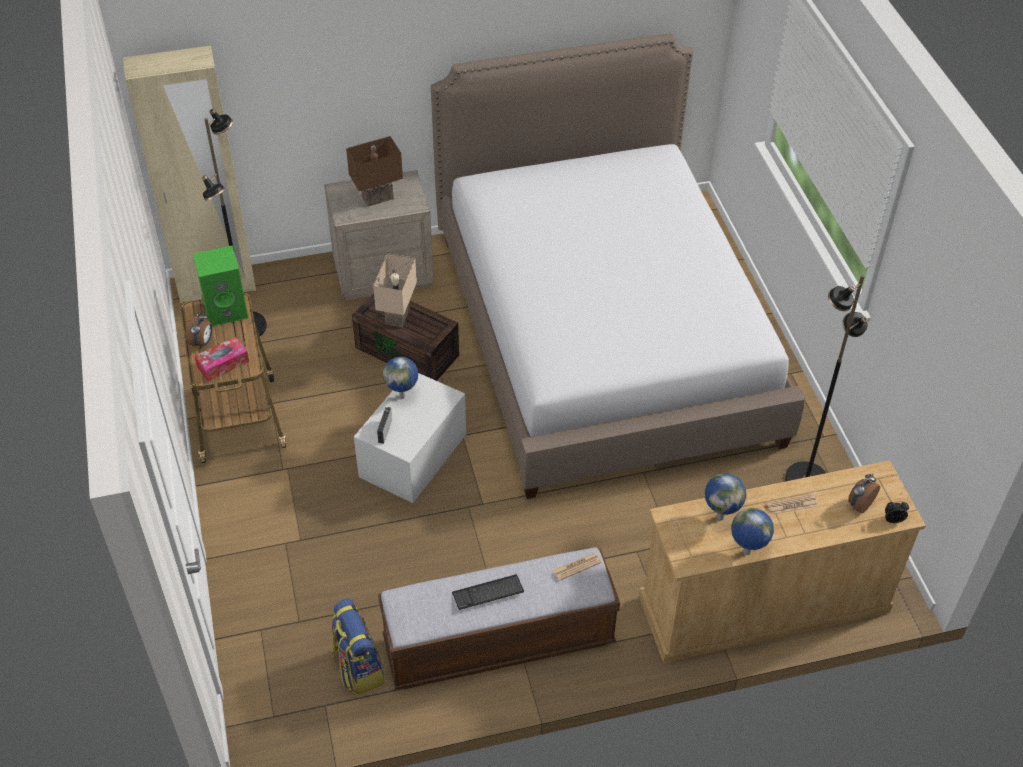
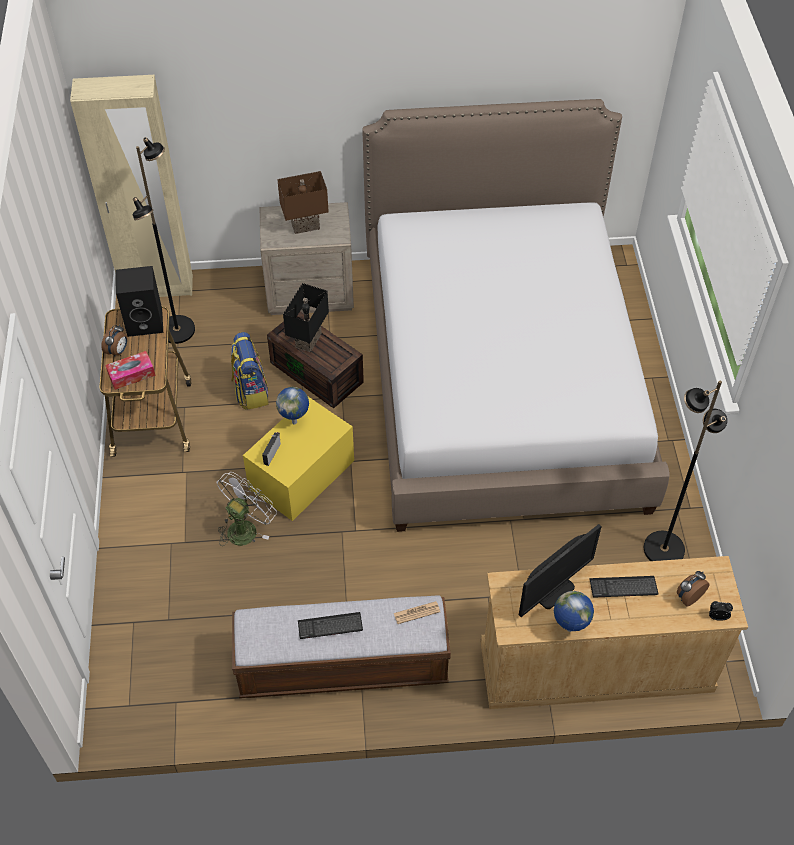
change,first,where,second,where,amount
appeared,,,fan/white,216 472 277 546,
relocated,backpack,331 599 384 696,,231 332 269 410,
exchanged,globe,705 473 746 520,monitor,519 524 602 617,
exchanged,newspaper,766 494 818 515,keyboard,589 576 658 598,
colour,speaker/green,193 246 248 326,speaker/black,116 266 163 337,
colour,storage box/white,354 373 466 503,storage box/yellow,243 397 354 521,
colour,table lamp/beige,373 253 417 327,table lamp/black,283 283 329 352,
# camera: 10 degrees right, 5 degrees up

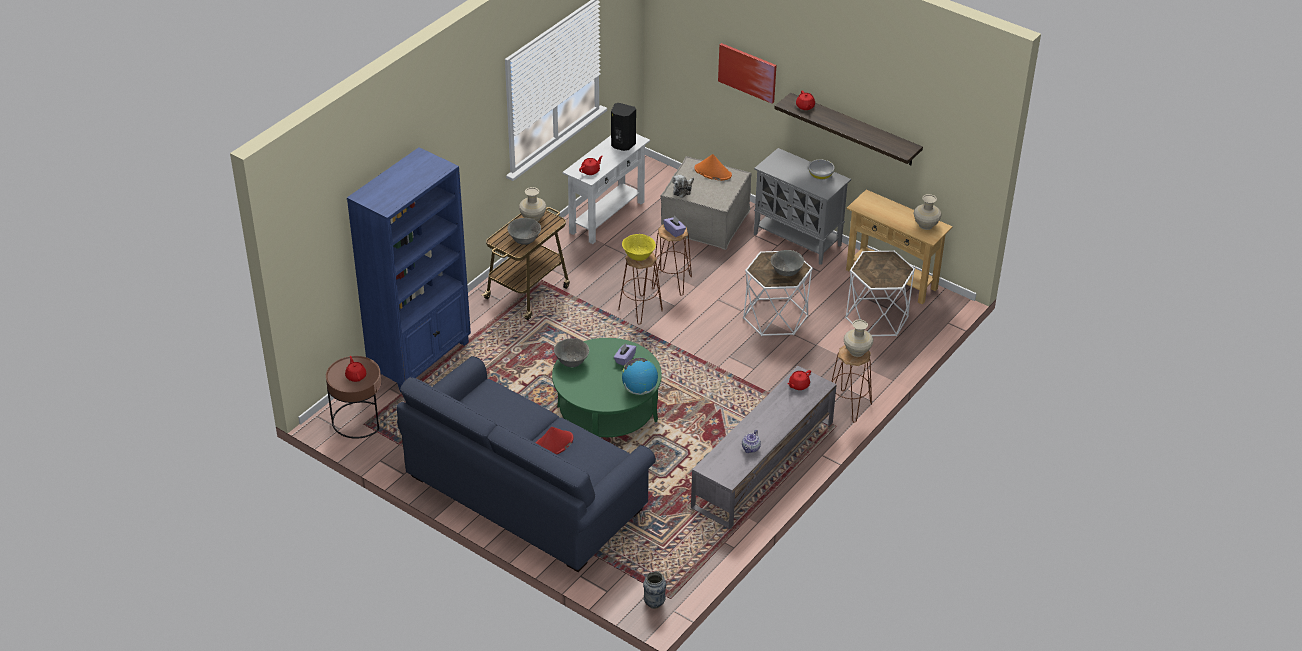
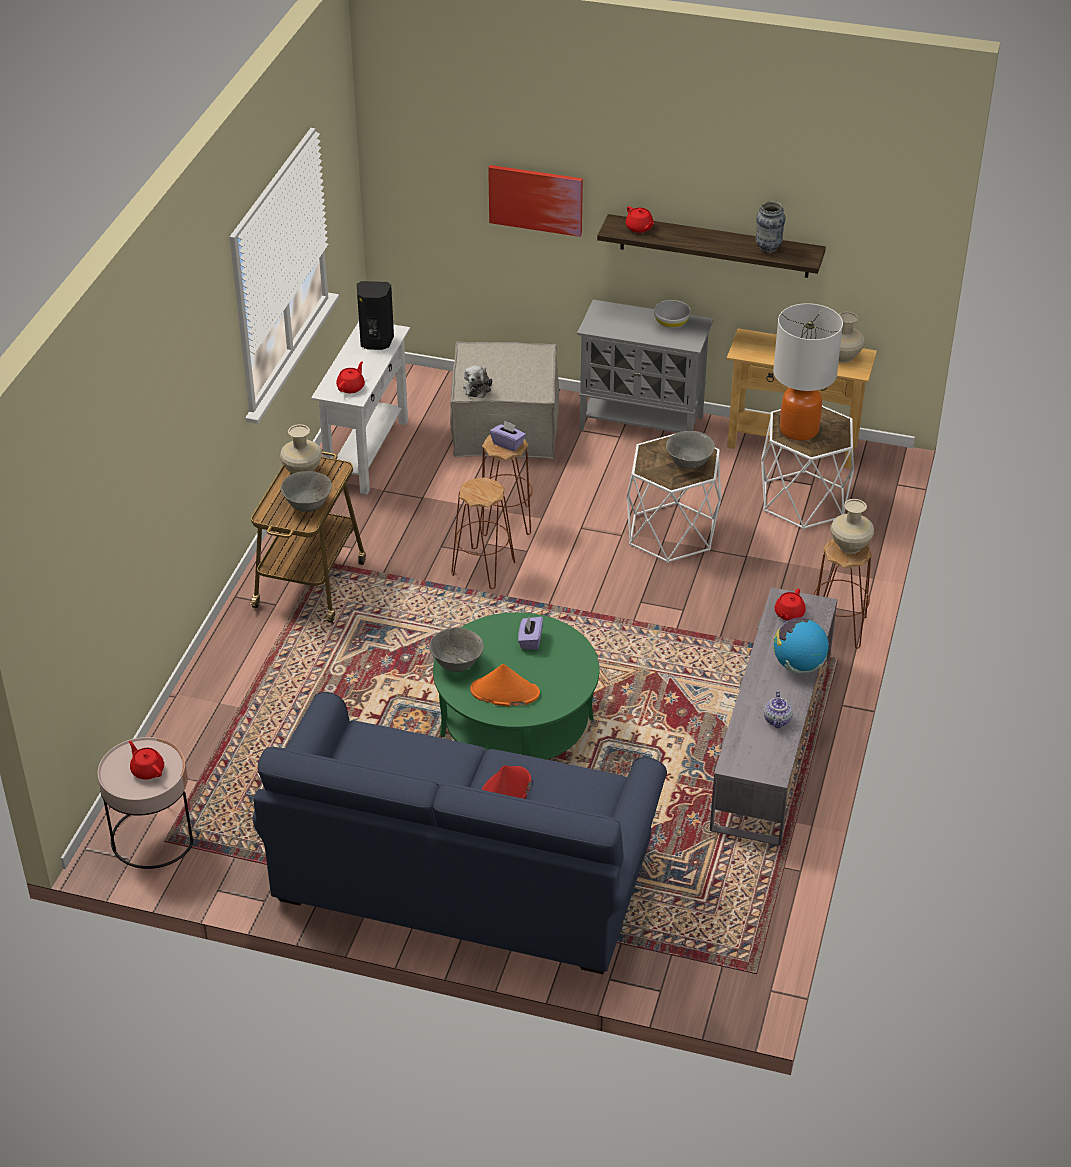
change,first,where,second,where,amount
missing,bookcase/blue,347 147 471 392,,,
missing,bowl/yellow,622 234 656 261,,,
appeared,,,table lamp,773 303 843 441,
relocated,globe,622 358 658 395,,773 618 829 673,
relocated,vase,643 571 666 609,,755 201 786 253,
relocated,hat/orange,695 154 732 181,,470 664 540 706,
colour,side table/brown,326 356 381 439,side table/pink,97 737 193 869,
# camera: 20 degrees left, 0 degrees up

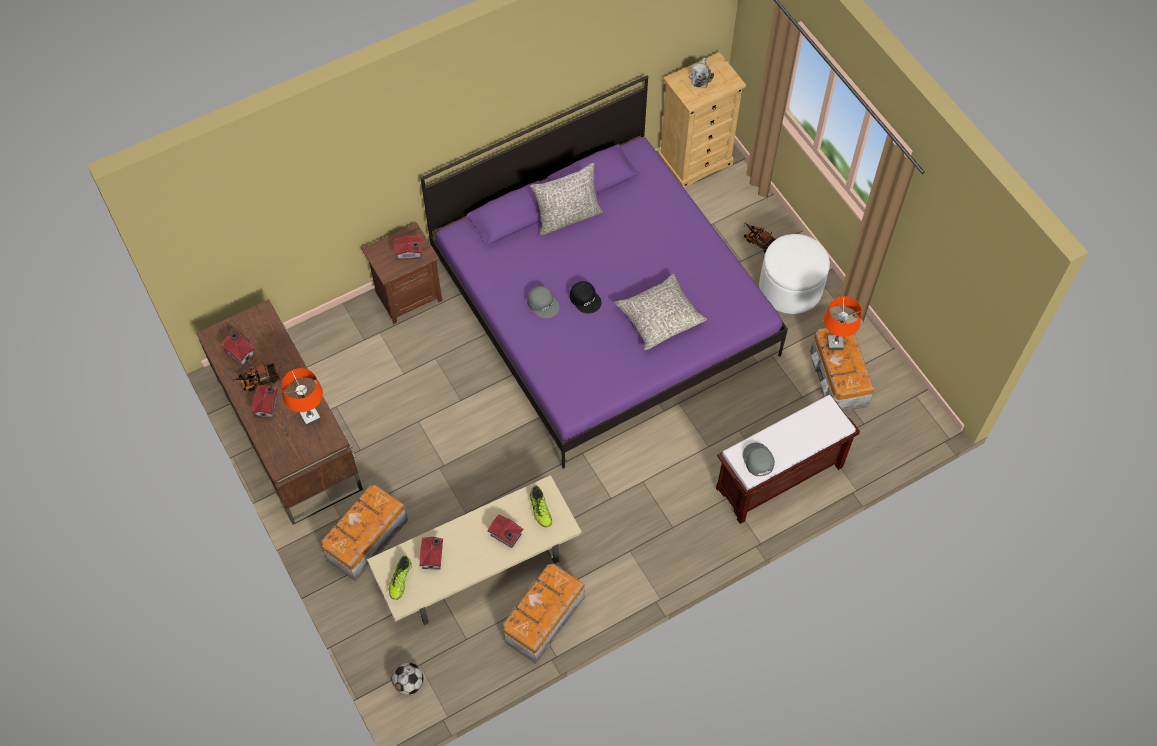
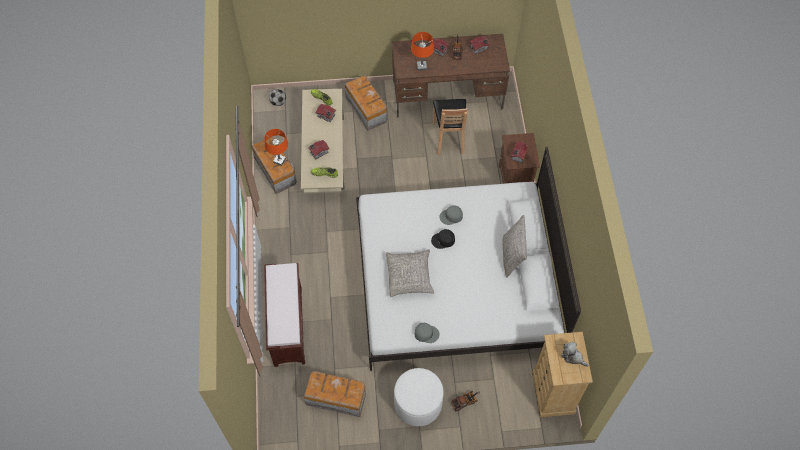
change,first,where,second,where,amount
appeared,,,chair/brown,433 99 468 155,
relocated,cap/grey,743 443 775 476,,414 323 439 343,
relocated,table lamp/orange,824 296 862 350,,265 129 288 166,
colour,bed/purple,421 75 788 469,bed/white,356 147 581 371,
# camera: 115 degrees right, 0 degrees up

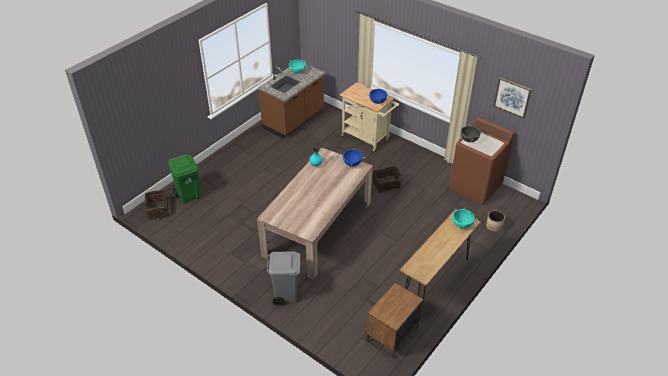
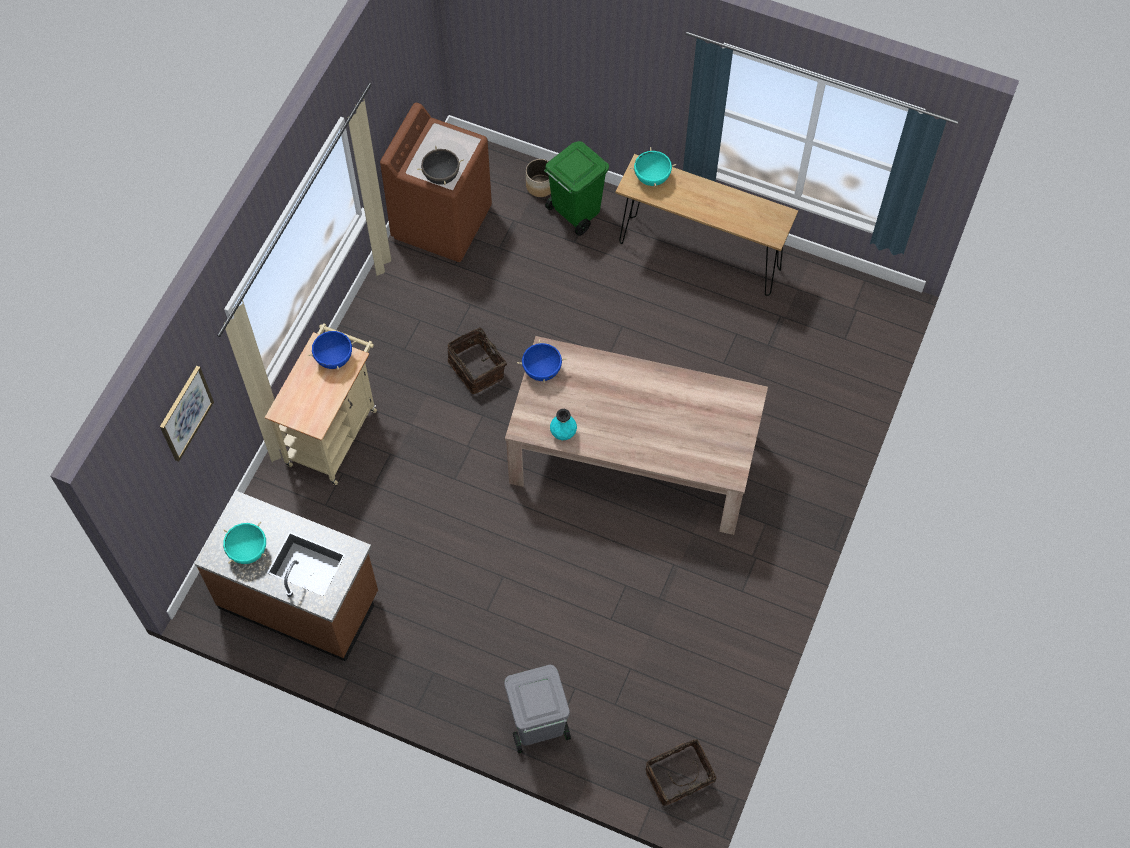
change,first,where,second,where,amount
missing,nightstand/brown,366 283 423 358,,,
relocated,trash can/green,168 154 201 203,,544 141 609 236,
relocated,trash can/grey,267 252 300 306,,504 664 571 754,
relocated,picture,494 78 531 119,,160 366 214 462,
# camera: 105 degrees left, 20 degrees up

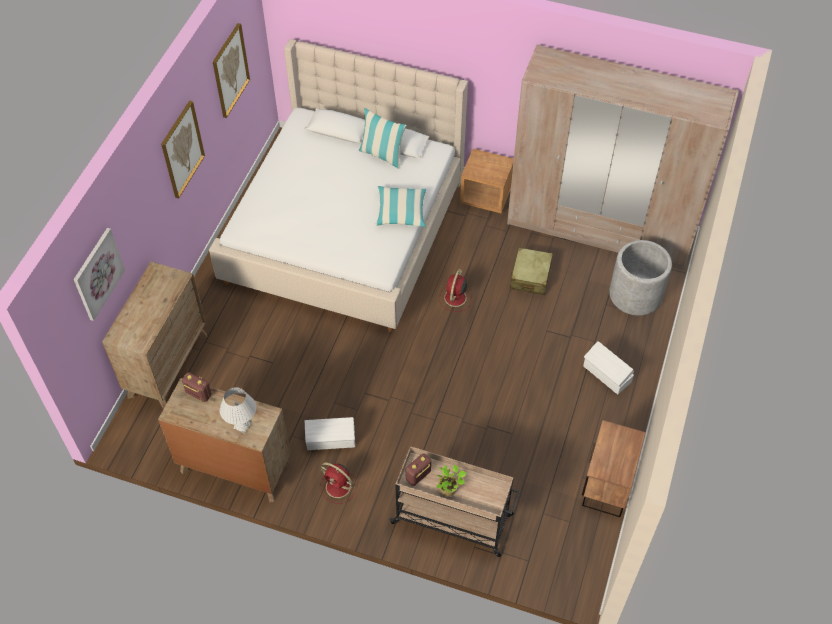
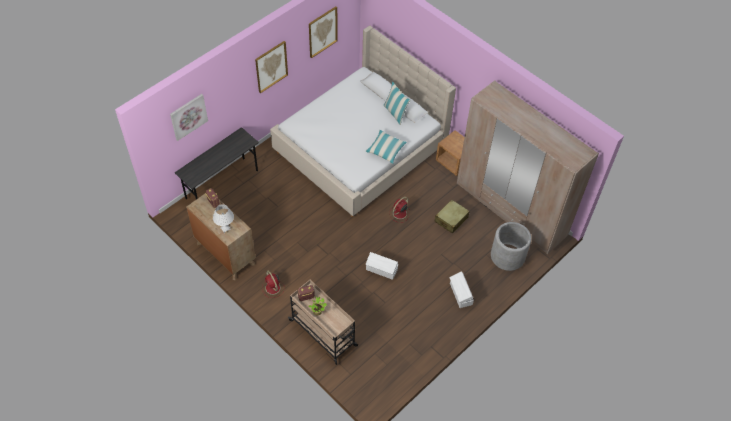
change,first,where,second,where,amount
missing,nightstand,582 420 646 517,,,
relocated,storage box/white,305 417 355 450,,366 252 398 280,
exchanged,dresser/brown,102 262 207 409,desk/grey,175 127 259 199,
# camera: 25 degrees right, 0 degrees up

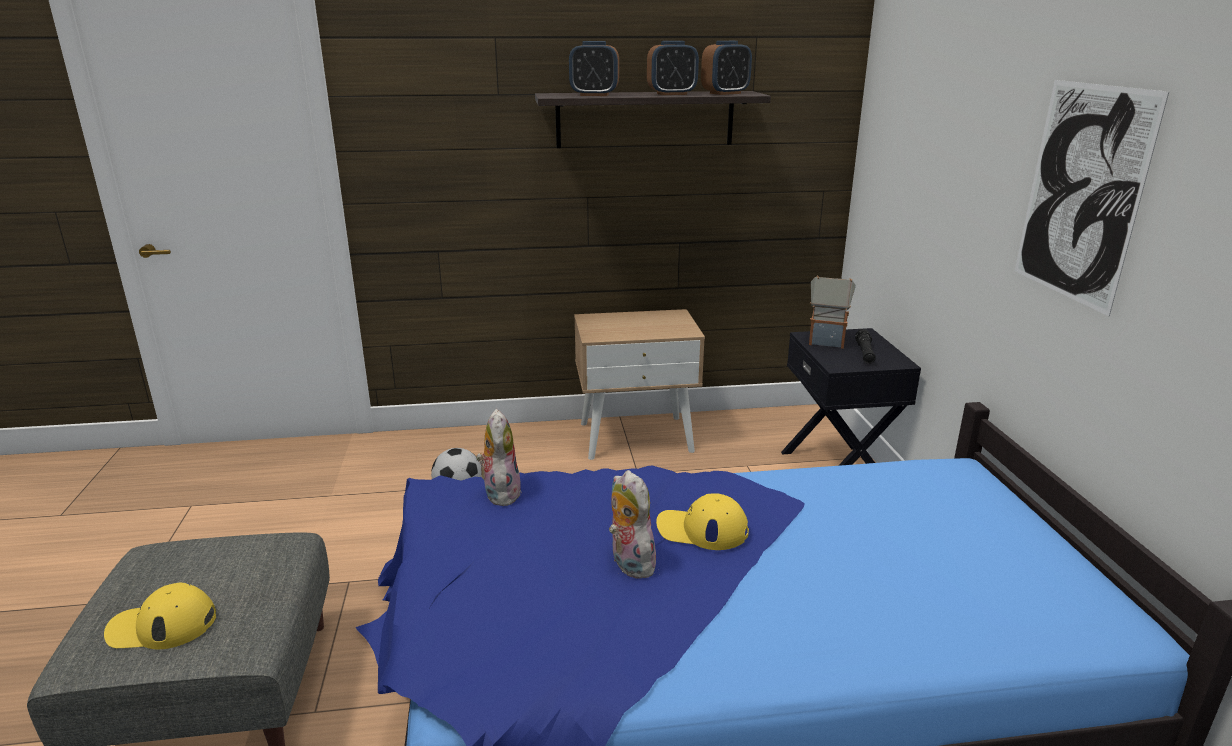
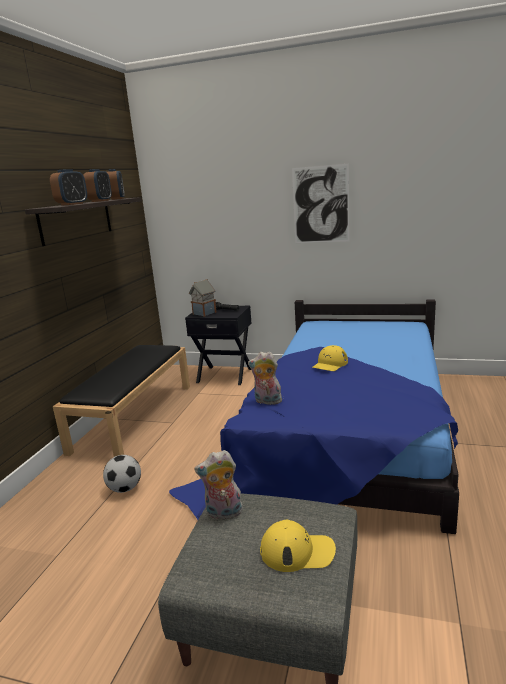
change,first,where,second,where,amount
relocated,plush toy,609 470 659 579,,194 450 243 521,
exchanged,nightstand/beige,574 309 705 460,bench/black,53 345 190 457,
spun,cap/yellow,104 583 216 649,,260 520 336 572,105 degrees counterclockwise
# camera: 65 degrees left, 5 degrees down

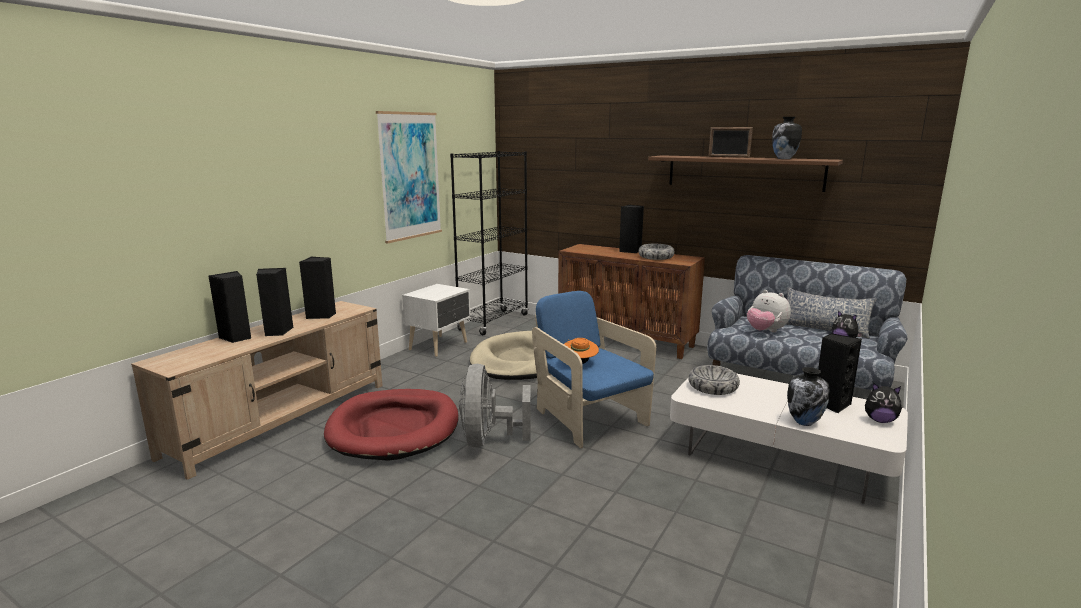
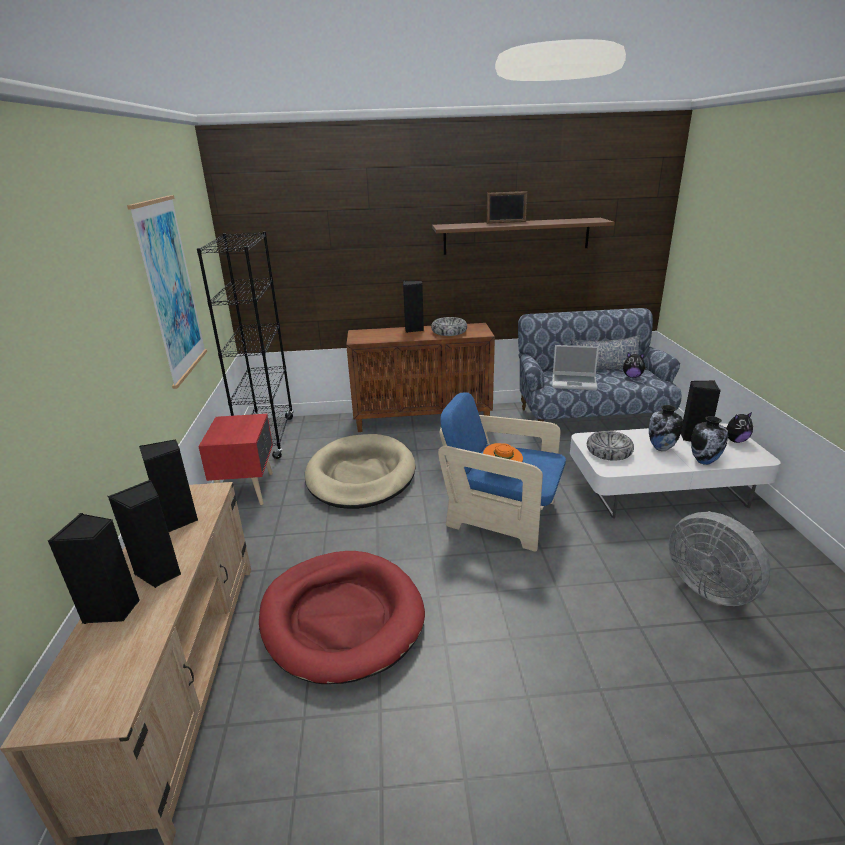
change,first,where,second,where,amount
relocated,fan/grey,459 364 531 448,,669 511 770 606,
relocated,vase,772 117 802 159,,649 405 683 451,
exchanged,plush toy,747 290 791 332,laptop,552 345 599 390,
colour,nightstand/white,402 284 471 357,nightstand/red,198 414 273 505,
# camera: 35 degrees left, 10 degrees up

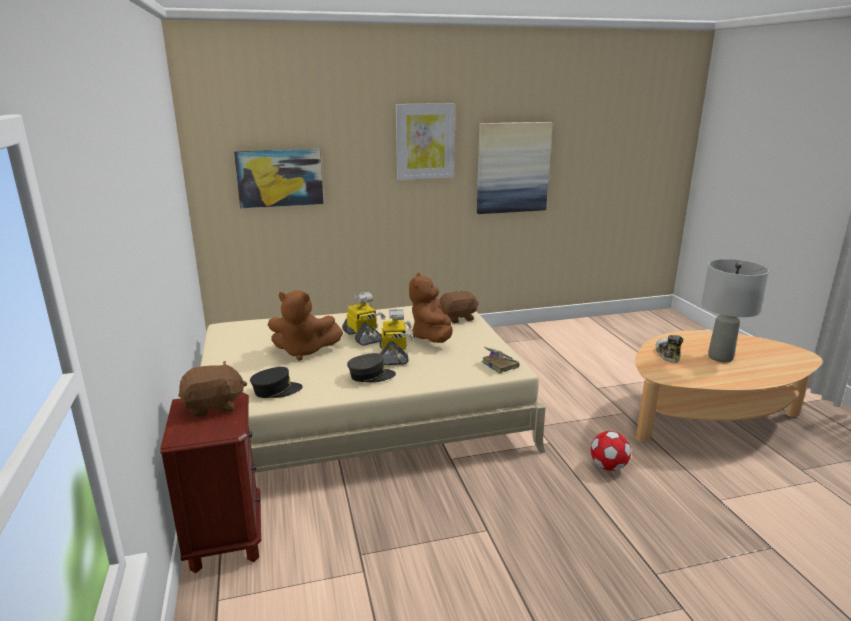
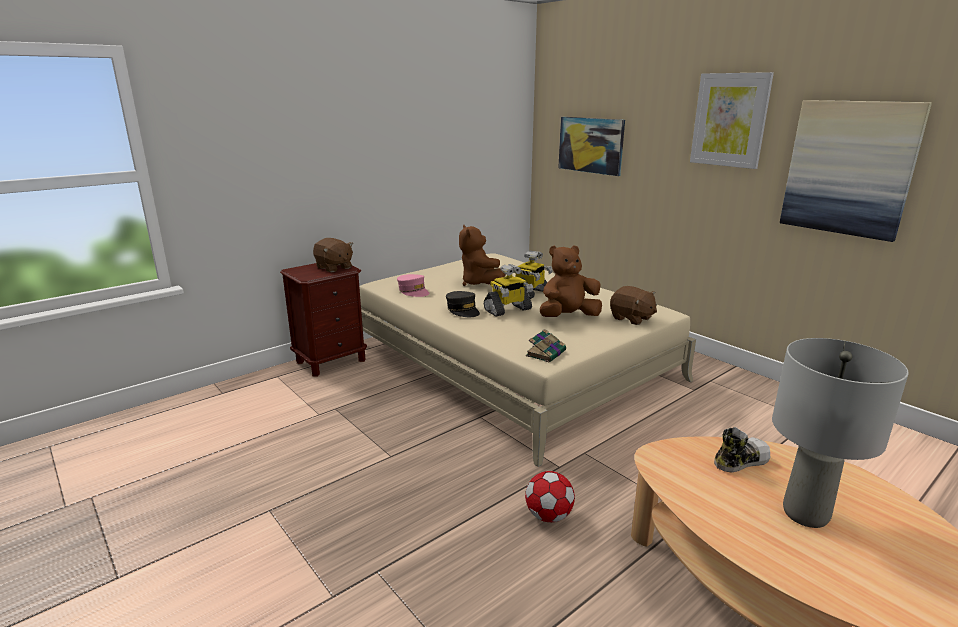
change,first,where,second,where,amount
colour,cap/black,250 367 303 398,cap/pink,397 274 429 297,
# camera: 65 degrees right, 0 degrees up

